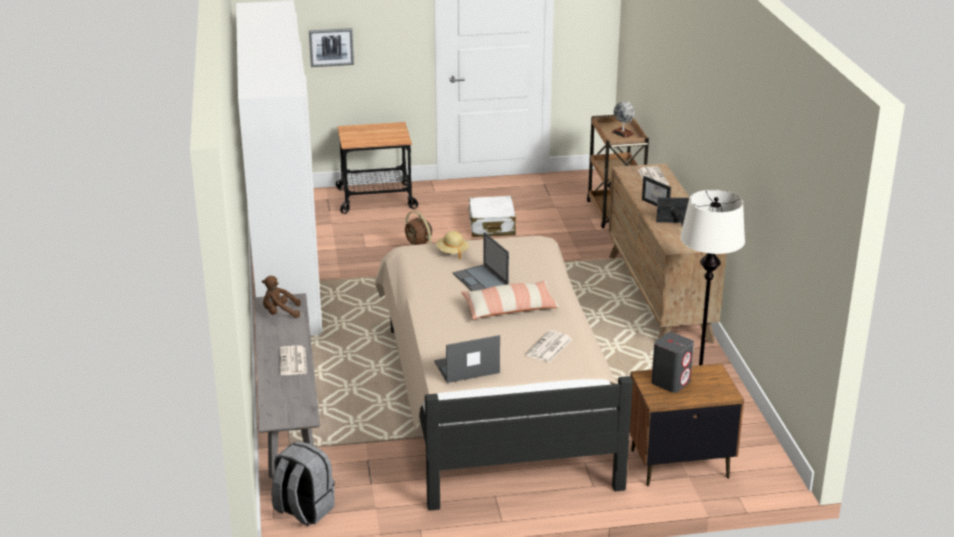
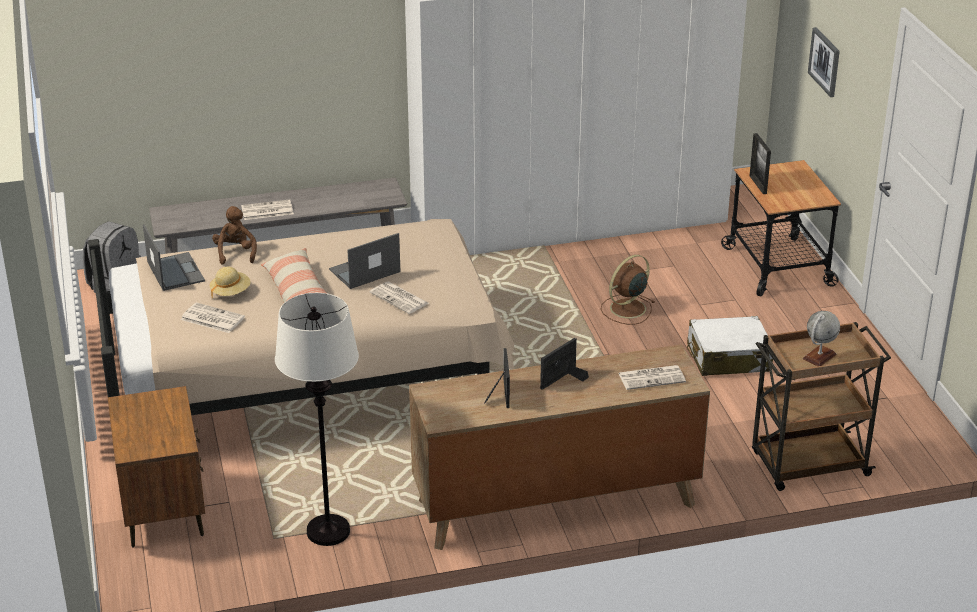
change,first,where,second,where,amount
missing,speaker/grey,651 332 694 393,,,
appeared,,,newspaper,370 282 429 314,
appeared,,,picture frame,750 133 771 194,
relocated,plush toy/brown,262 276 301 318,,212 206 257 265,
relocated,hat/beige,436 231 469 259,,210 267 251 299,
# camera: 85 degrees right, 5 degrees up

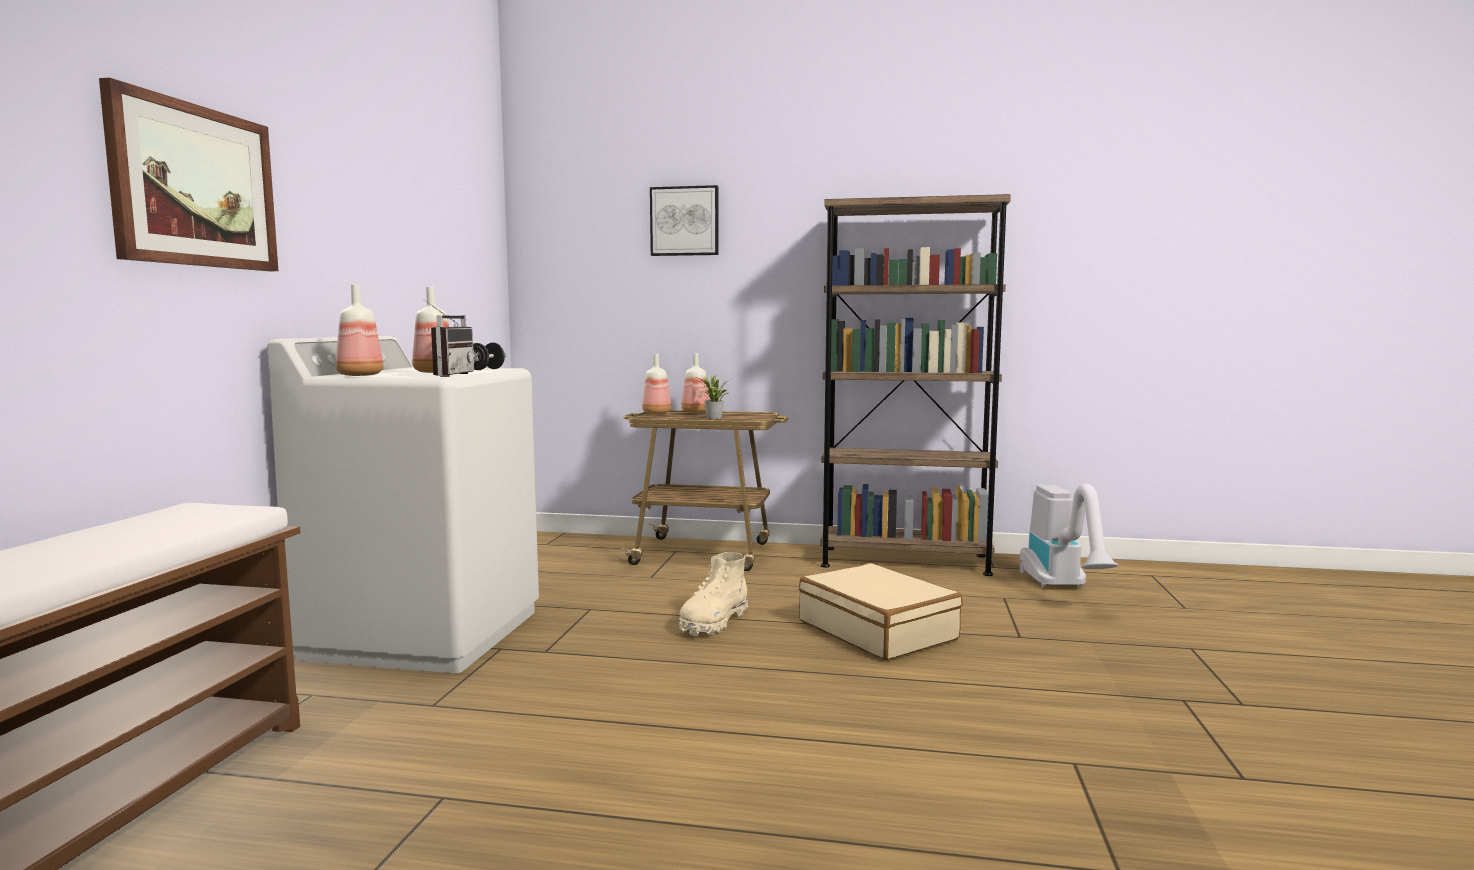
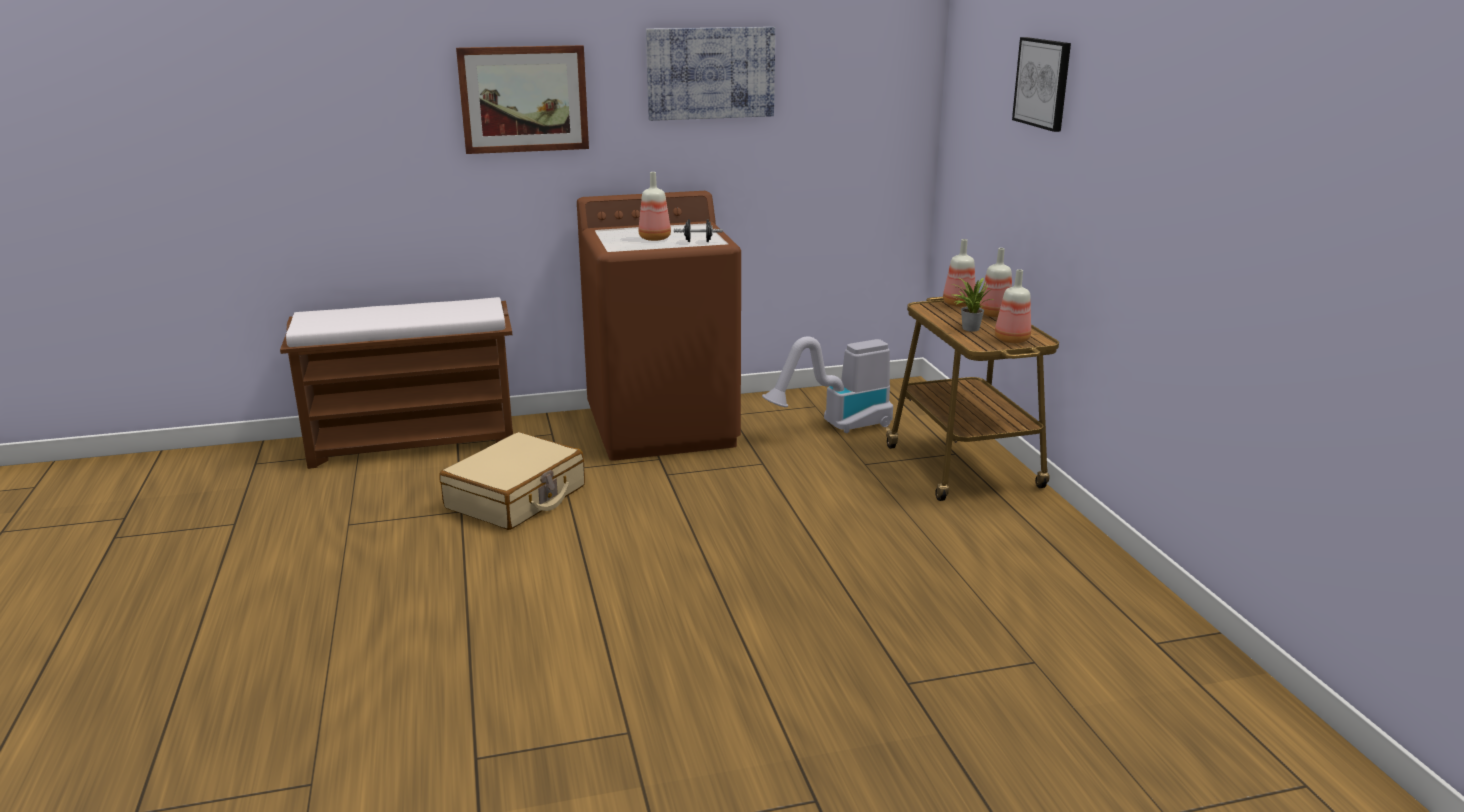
change,first,where,second,where,amount
missing,radio,423 299 474 377,,,
missing,boot/beige,679 552 748 636,,,
missing,bookcase/brown,820 194 1011 576,,,
appeared,,,picture,646 27 775 121,
relocated,bottle,336 285 383 376,,995 269 1031 344,
relocated,suitcase/beige,799 563 963 660,,439 432 585 530,
relocated,vacuum cleaner,1020 484 1118 588,,762 336 893 433,
colour,washing machine/white,267 336 539 673,washing machine/brown,577 191 741 461,
# camera: 65 degrees right, 15 degrees up

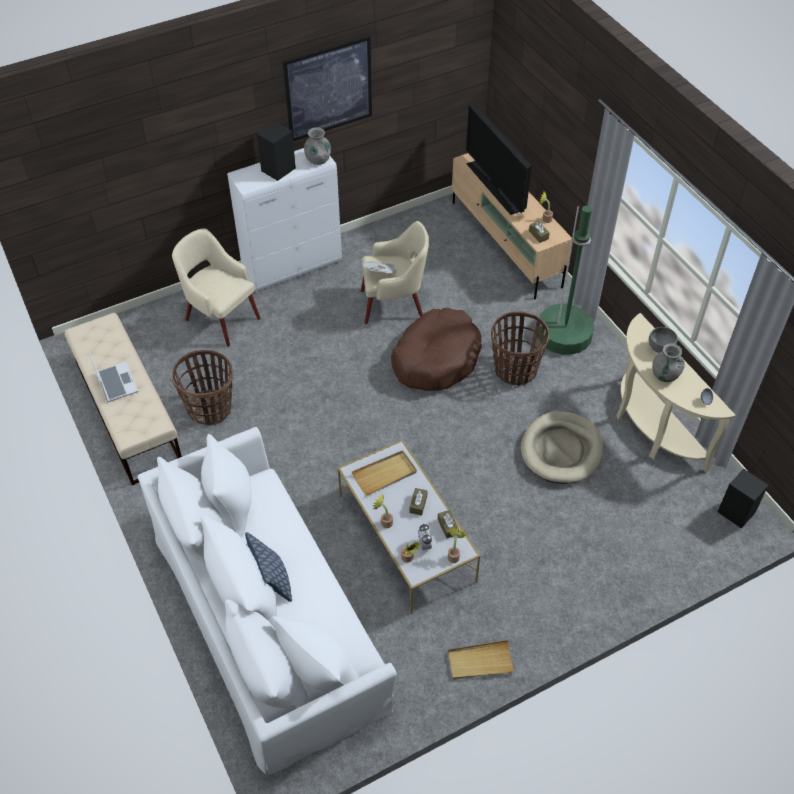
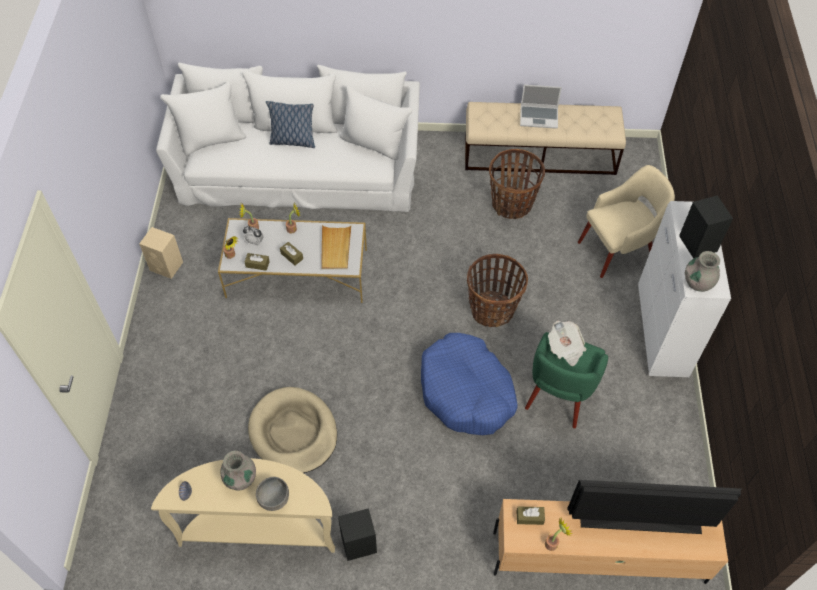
change,first,where,second,where,amount
missing,picture,283 36 372 141,,,
missing,floor lamp/green,537 206 594 355,,,
relocated,basket,491 311 549 386,,467 254 528 327,
relocated,speaker/black,718 469 768 529,,338 508 377 561,
exchanged,tray/beige,448 640 514 680,speaker/beige,139 227 183 279,
colour,armchair/beige,361 221 429 324,armchair/green,525 332 608 428,
colour,dog bed/brown,391 308 482 391,dog bed/blue,421 333 518 435,
# camera: 120 degrees right, 5 degrees up

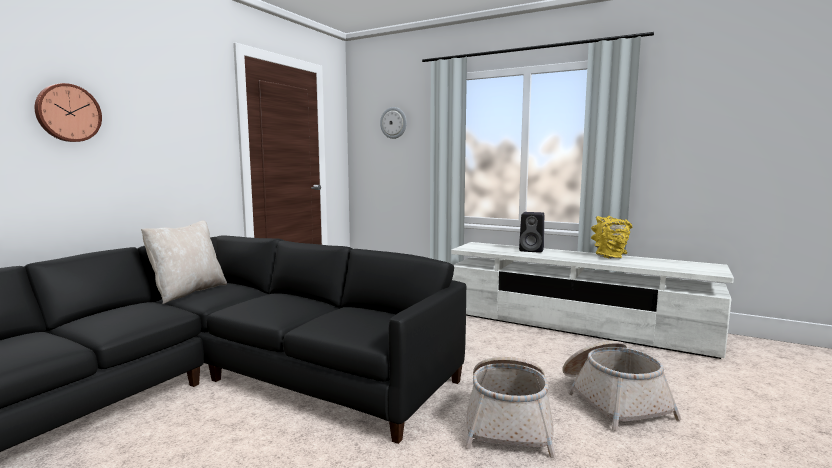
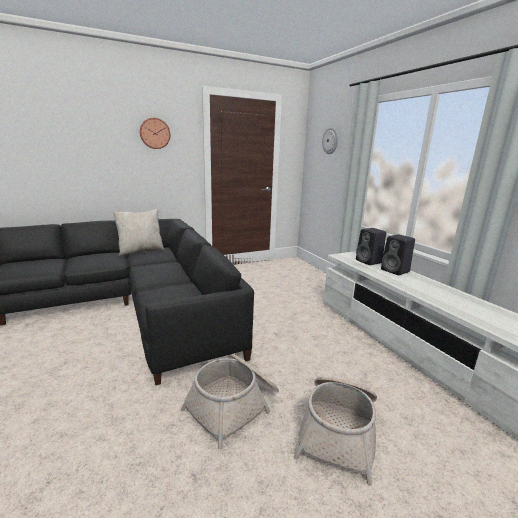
change,first,where,second,where,amount
missing,vase/yellow,591 216 632 259,,,
appeared,,,speaker/black,356 228 386 265,
relocated,wall clock,35 83 102 142,,140 118 170 149,
# camera: 35 degrees right, 10 degrees up

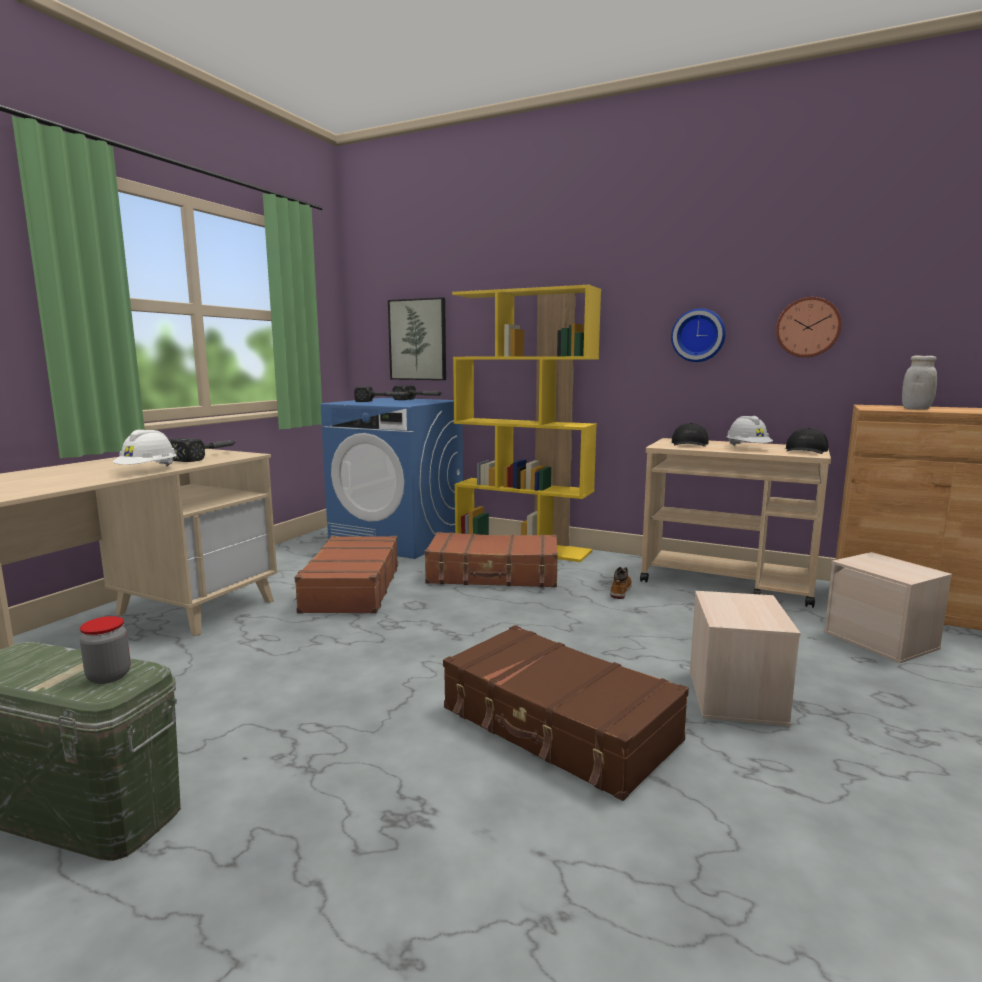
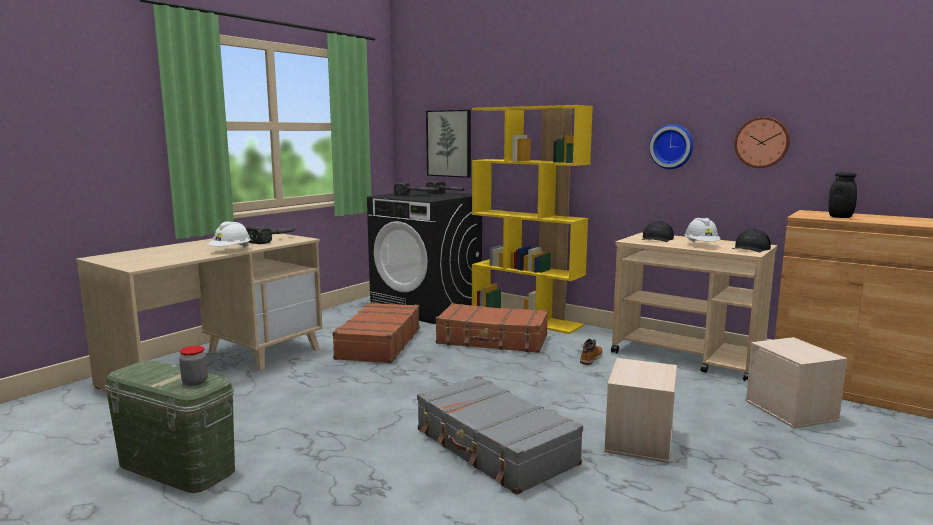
change,first,where,second,where,amount
colour,washing machine/blue,321 398 463 559,washing machine/black,367 190 482 324,
colour,suitcase/brown,443 625 689 801,suitcase/grey,417 376 583 495,
colour,jar/white,902 355 937 410,jar/black,828 172 857 218,
# camera: 10 degrees right, 0 degrees up

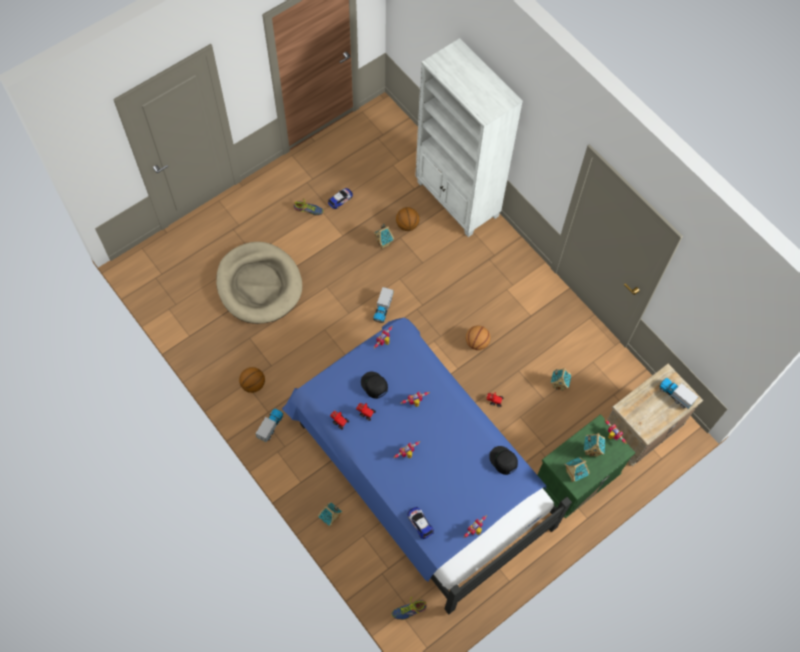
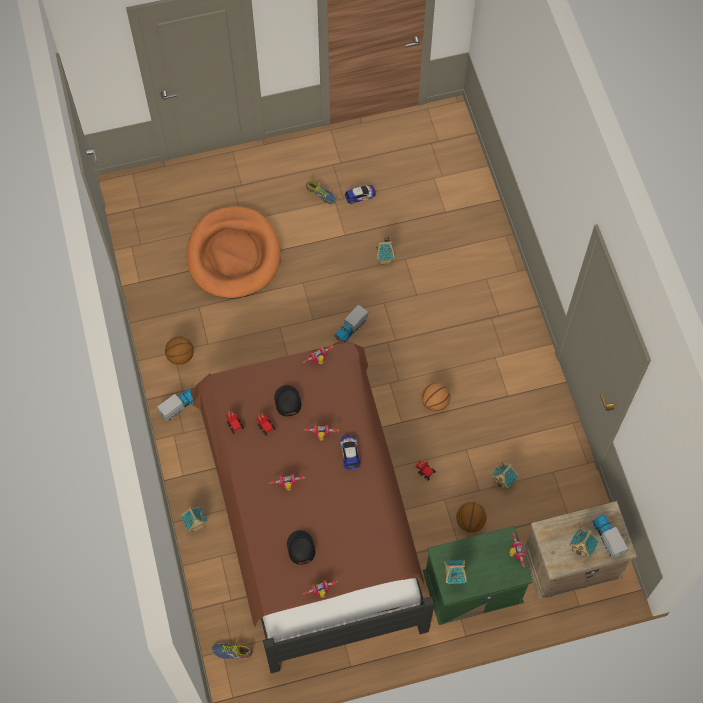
change,first,where,second,where,amount
missing,bookcase/white,415 38 523 237,,,
relocated,basketball,396 207 419 231,,456 502 486 532,
relocated,toy car,407 507 434 539,,340 435 361 470,
relocated,cap/black,489 446 518 475,,287 530 315 565,
relocated,toy house,584 433 605 457,,570 529 599 557,
colour,dog bed/beige,216 242 302 324,dog bed/orange,187 206 281 299,
colour,bed/blue,282 318 572 614,bed/brown,190 342 435 673,
# camera: 25 degrees right, 0 degrees up

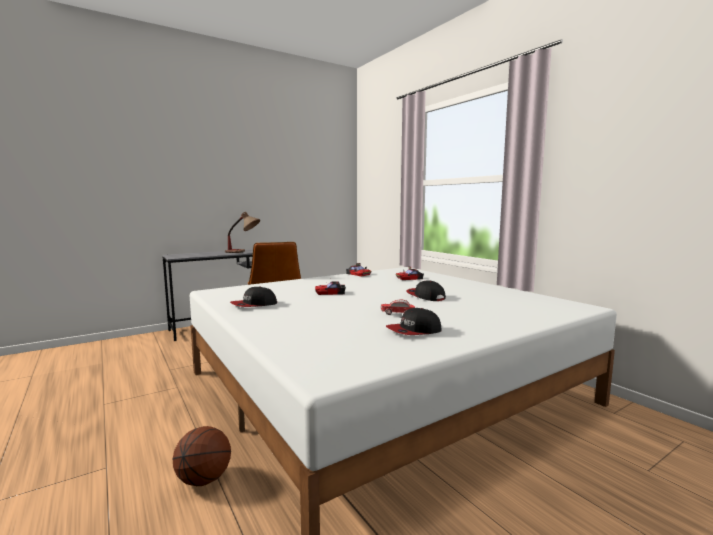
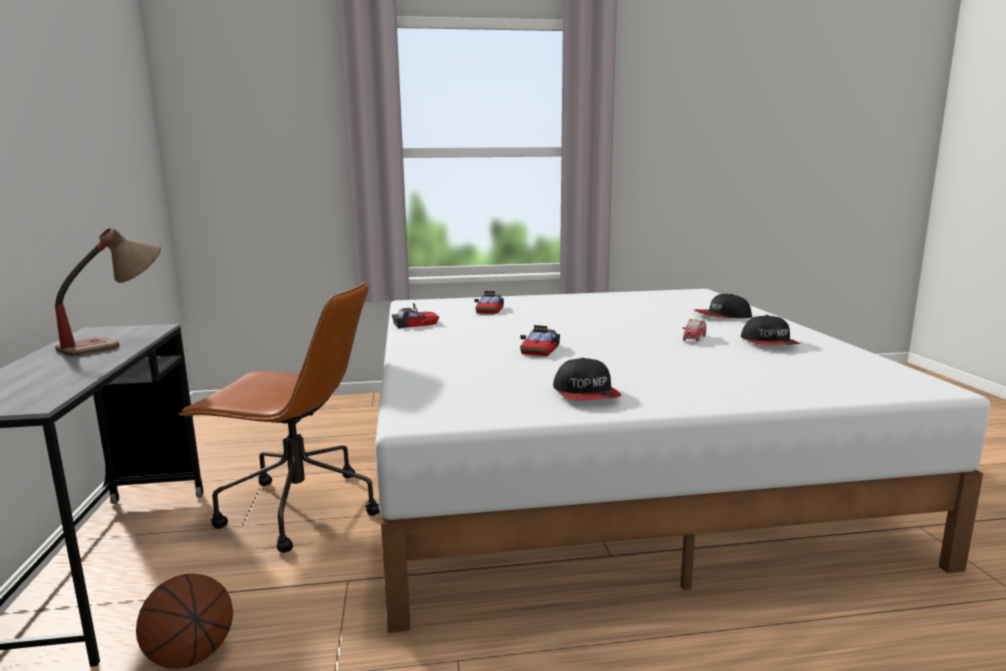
change,first,where,second,where,amount
relocated,basketball,173 426 231 486,,136 574 233 669,
relocated,cap,406 280 446 301,,694 294 752 318,
# camera: 65 degrees left, 5 degrees up

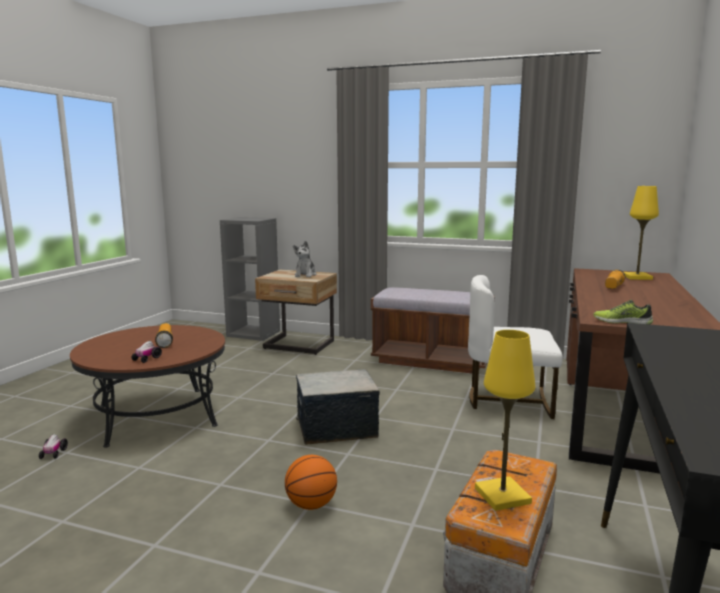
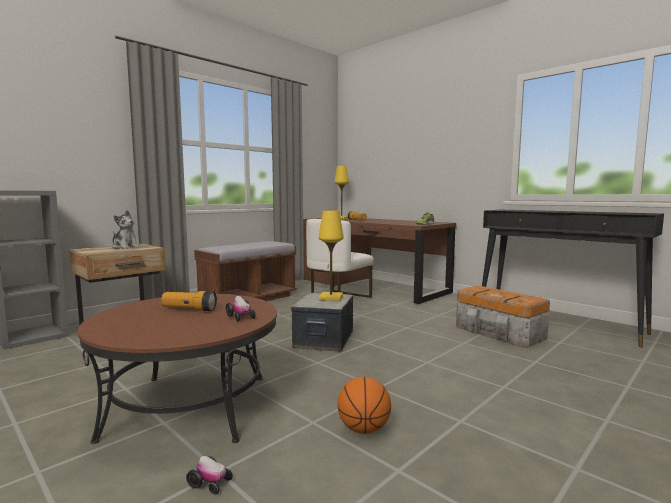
change,first,where,second,where,amount
relocated,basketball,285 455 337 510,,337 377 391 434,
relocated,table lamp/yellow,475 330 535 511,,319 210 344 301,
# camera: 65 degrees left, 5 degrees down

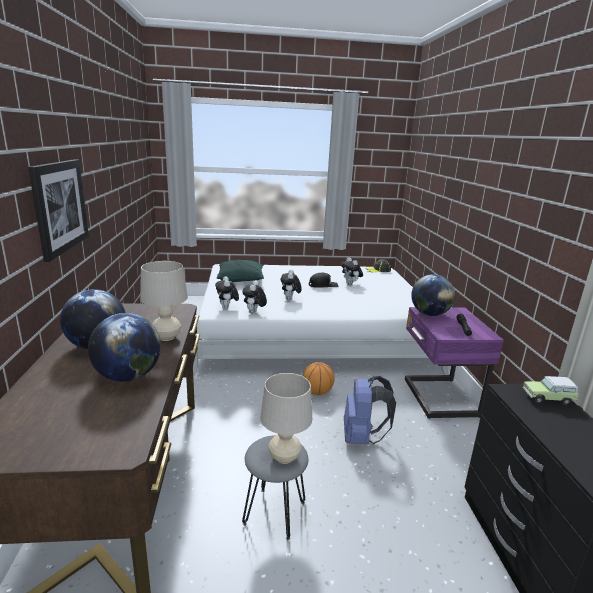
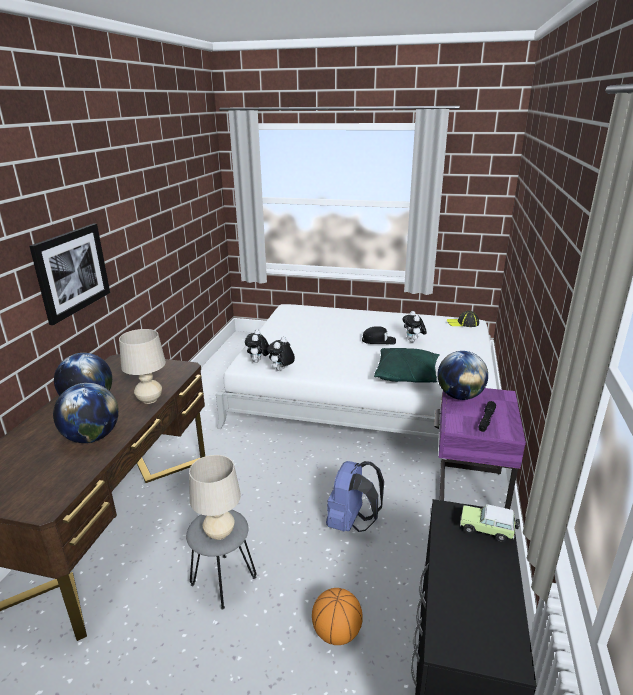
change,first,where,second,where,amount
missing,plush toy,281 270 302 300,,,
relocated,pillow/green,217 260 264 282,,374 348 440 383,
relocated,basketball,303 362 335 395,,312 588 363 645,
# camera: 20 degrees right, 5 degrees up

